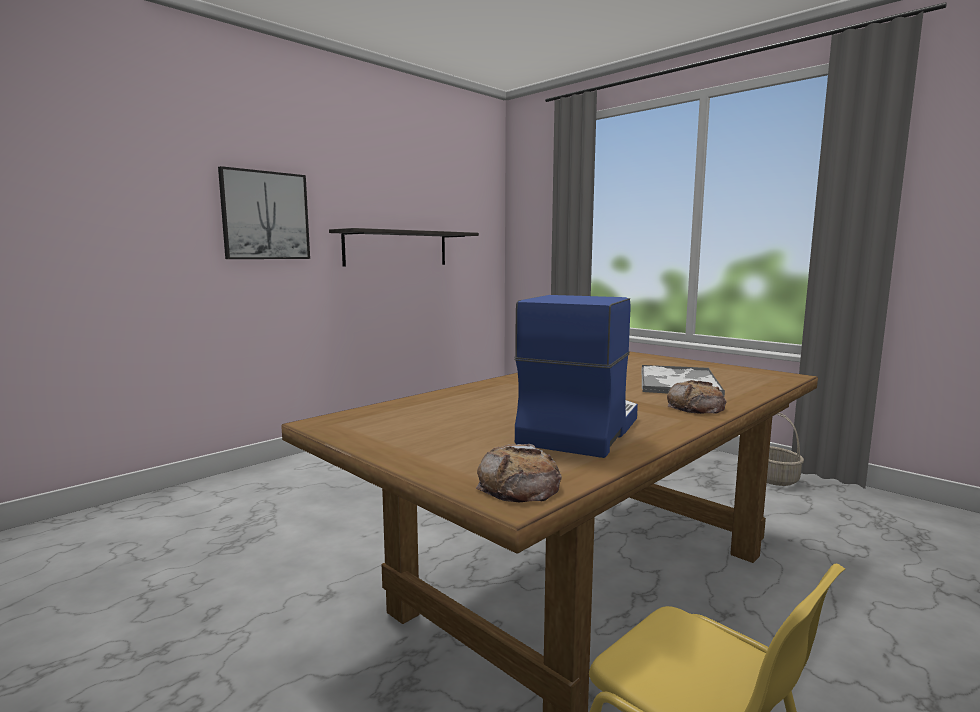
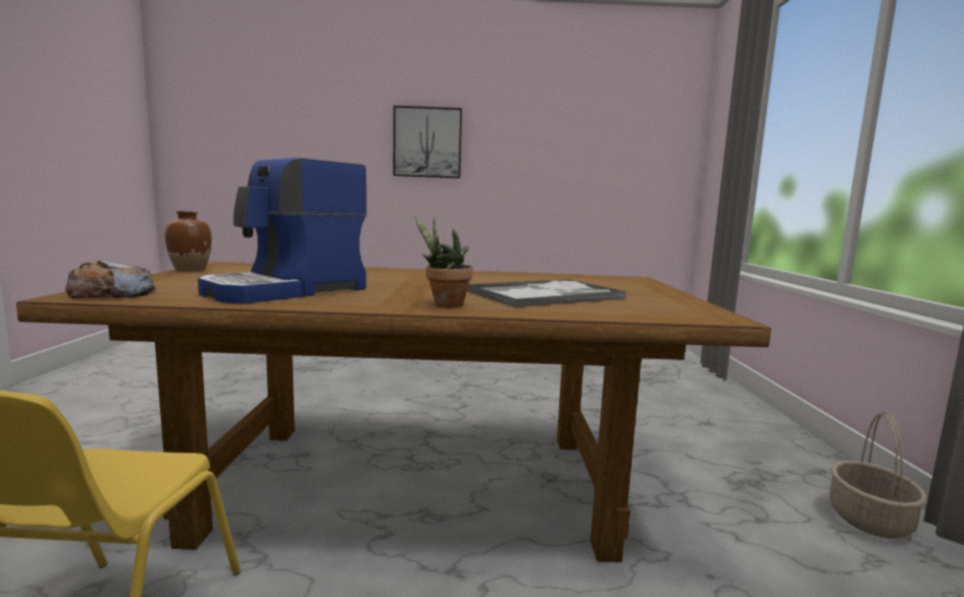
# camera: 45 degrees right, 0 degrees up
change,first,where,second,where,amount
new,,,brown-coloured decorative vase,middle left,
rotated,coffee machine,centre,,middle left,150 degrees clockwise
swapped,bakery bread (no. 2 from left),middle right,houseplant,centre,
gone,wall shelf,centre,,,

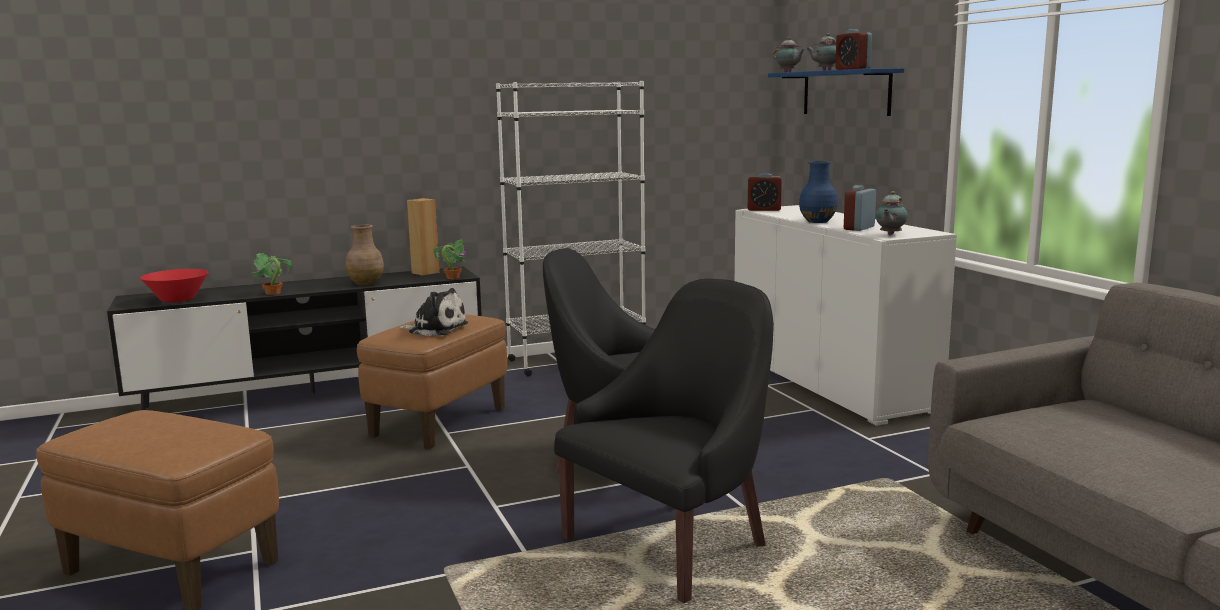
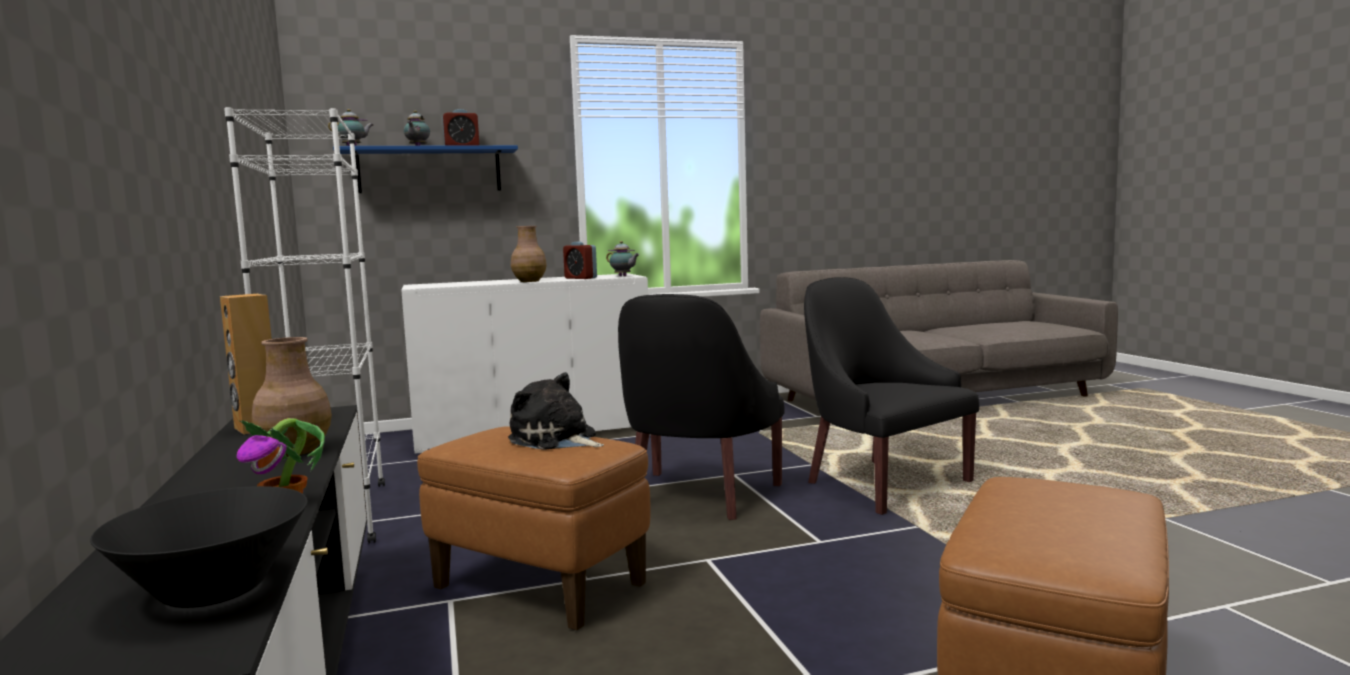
# camera: 85 degrees left, 5 degrees down
change,first,where,second,where,amount
repainted,red-coloured deep dish,middle left,black deep dish,bottom left,
rotated,cuddly toy,centre,,centre,75 degrees counterclockwise
repainted,bluish decorative vase,top right,brown-coloured decorative vase (no. 2 from left),centre,
gone,houseplant (no. 2 from left),centre,,,
gone,alarm clock (no. 1 from left),top centre,,,

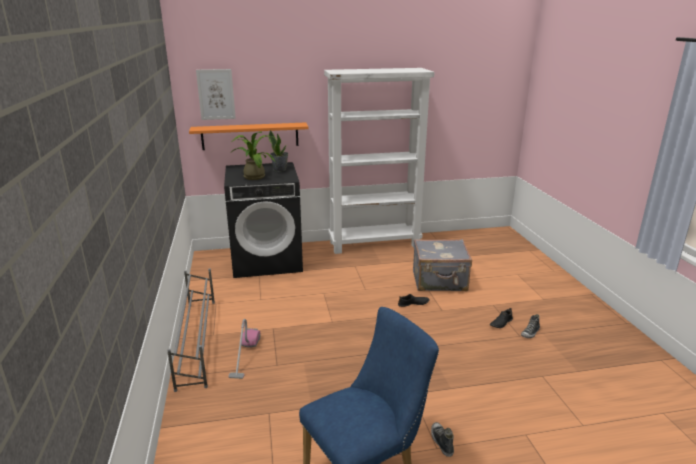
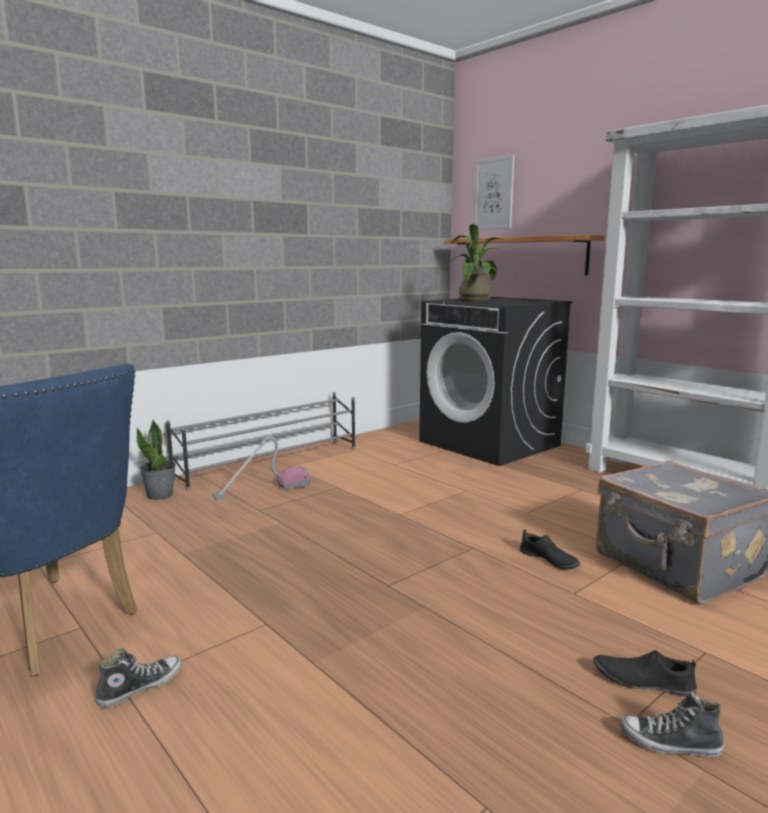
# camera: 60 degrees right, 10 degrees down
change,first,where,second,where,amount
shifted,houseplant (no. 2 from left in the first image),top centre,houseplant (no. 1 from left),middle left,

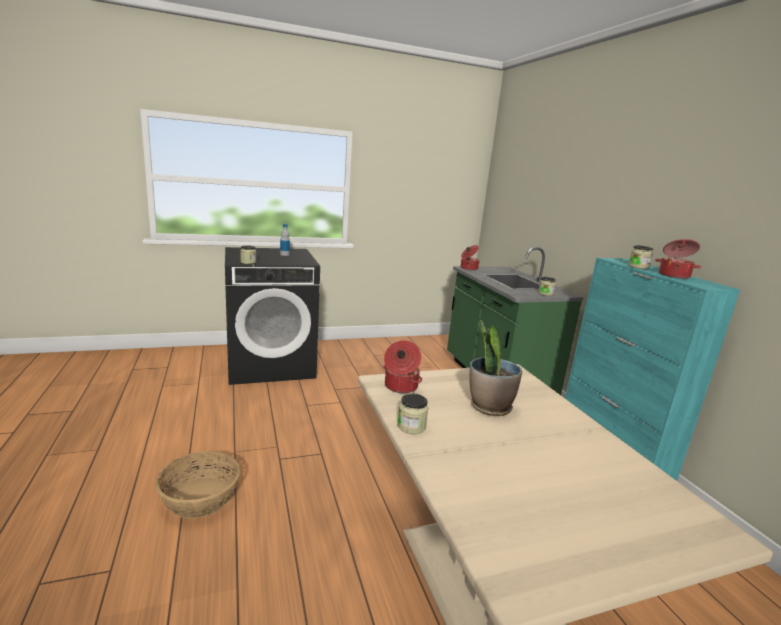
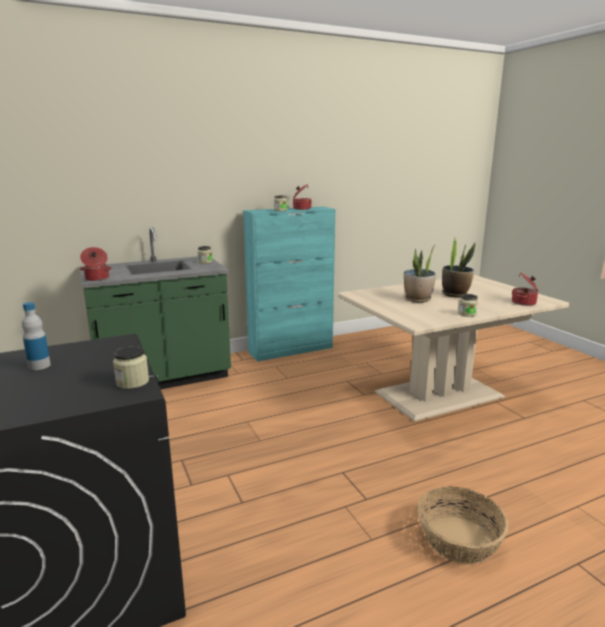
# camera: 95 degrees left, 0 degrees up
change,first,where,second,where,amount
new,,,houseplant (no. 2 from left),middle right,
shifted,cooking pot (no. 1 from left in the first image),centre,cooking pot (no. 3 from left),middle right,

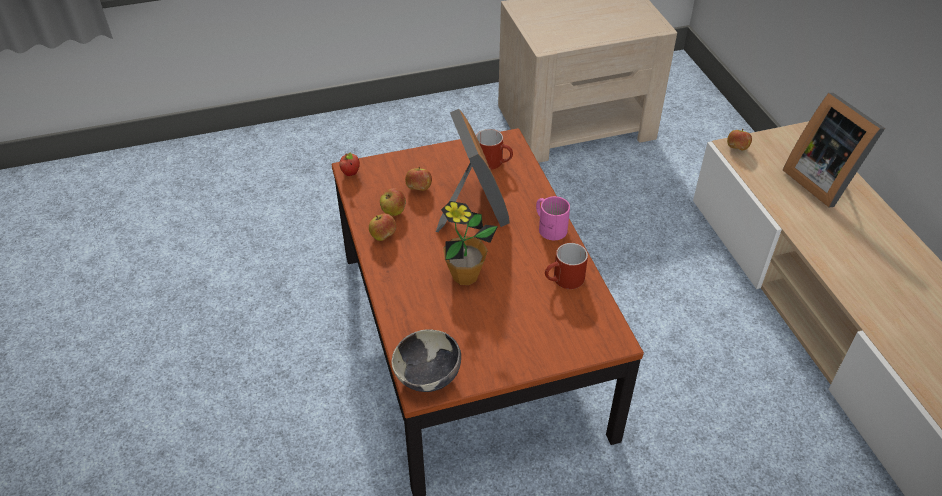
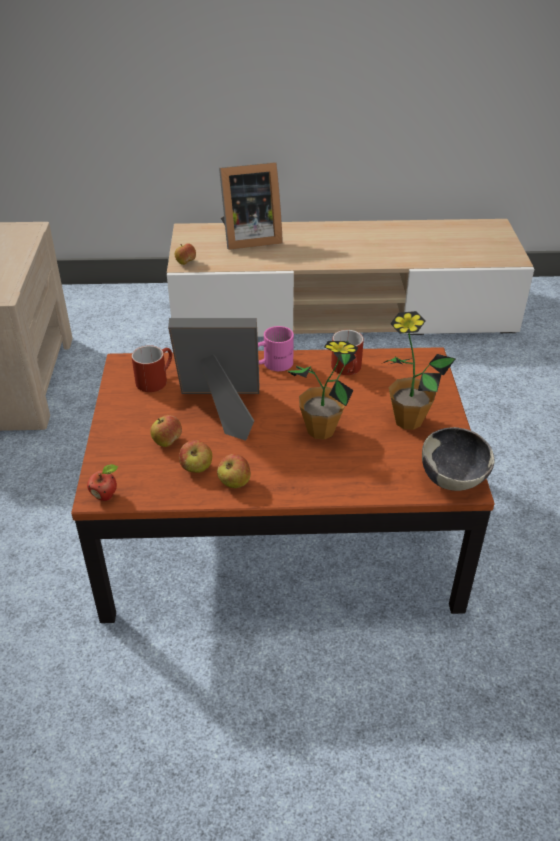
# camera: 75 degrees left, 5 degrees down
change,first,where,second,where,amount
new,,,houseplant (no. 2 from left),middle right,

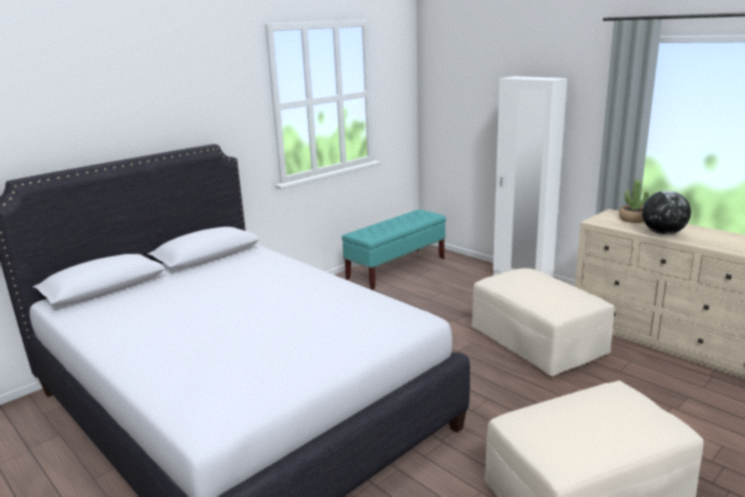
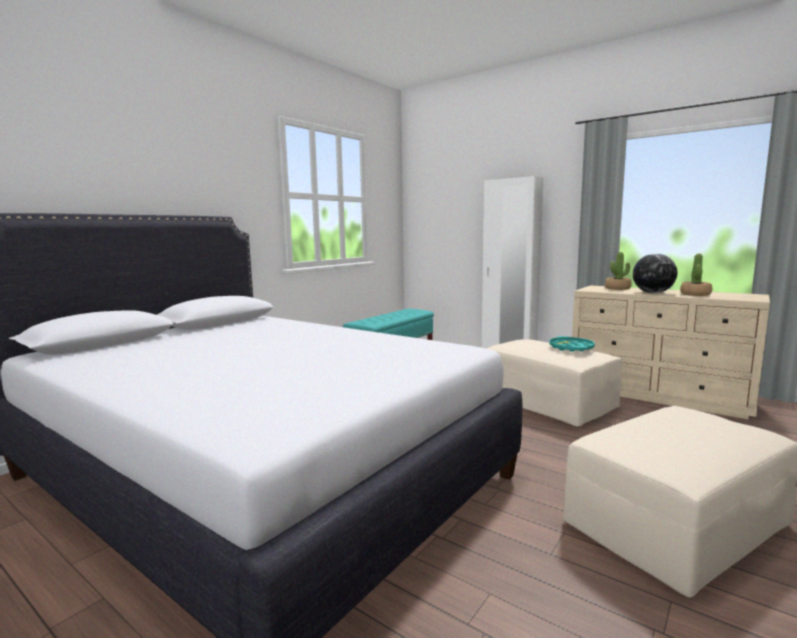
# camera: 10 degrees left, 10 degrees down
change,first,where,second,where,amount
new,,,blue-green tray,middle right,
new,,,houseplant (no. 2 from left),middle right,

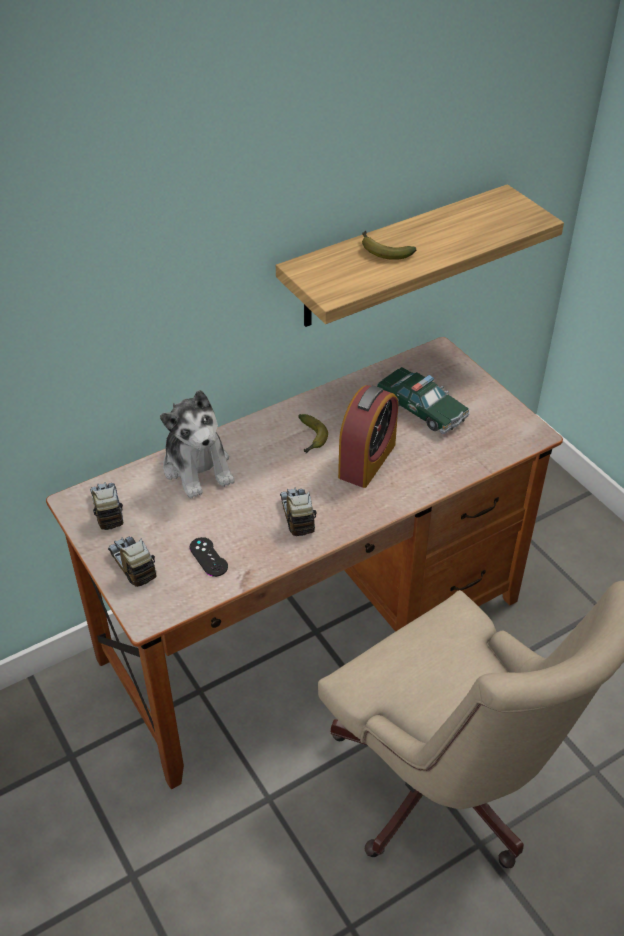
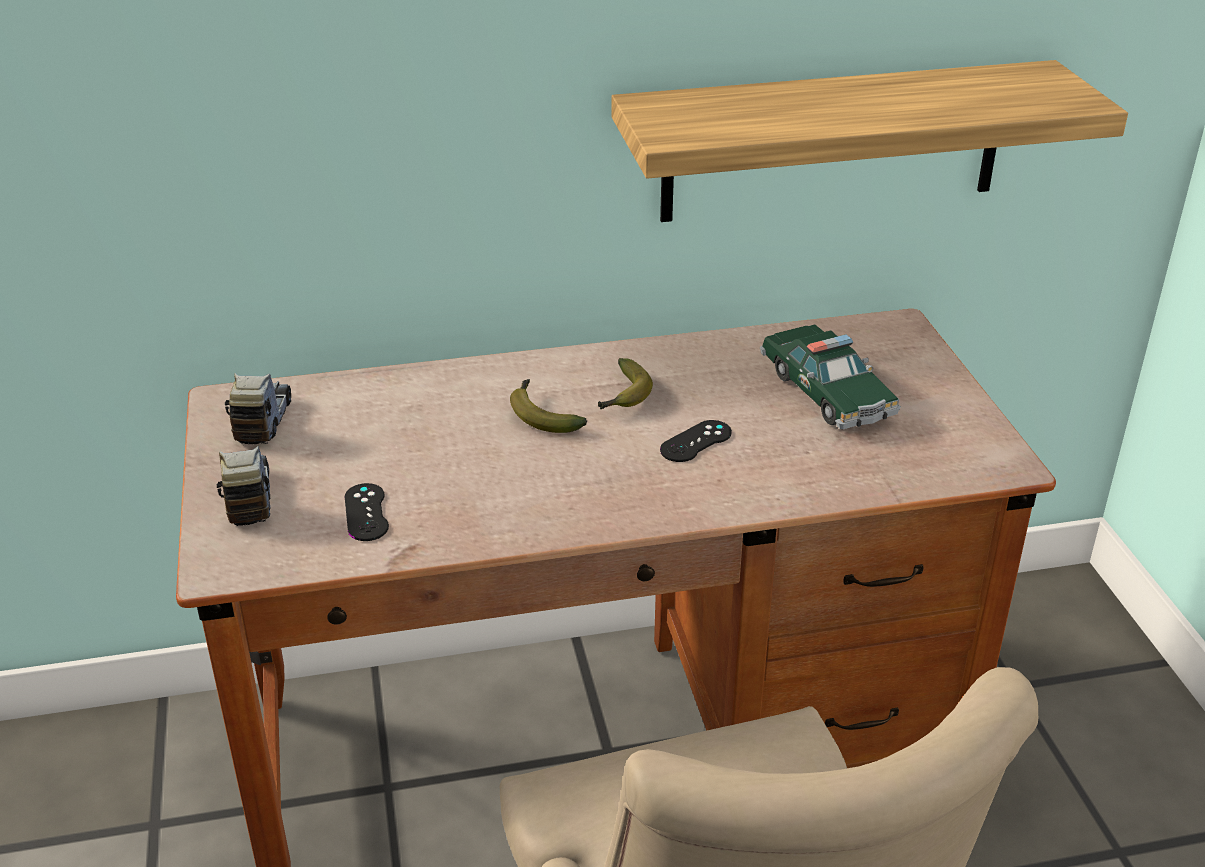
# camera: 20 degrees right, 10 degrees down
change,first,where,second,where,amount
shifted,banana (no. 2 from left in the first image),top centre,banana (no. 1 from left),centre,
swapped,alarm clock,centre,black gamepad (no. 2 from left),centre,
gone,cuddly toy,middle left,,,
gone,model truck (no. 3 from left),centre,,,

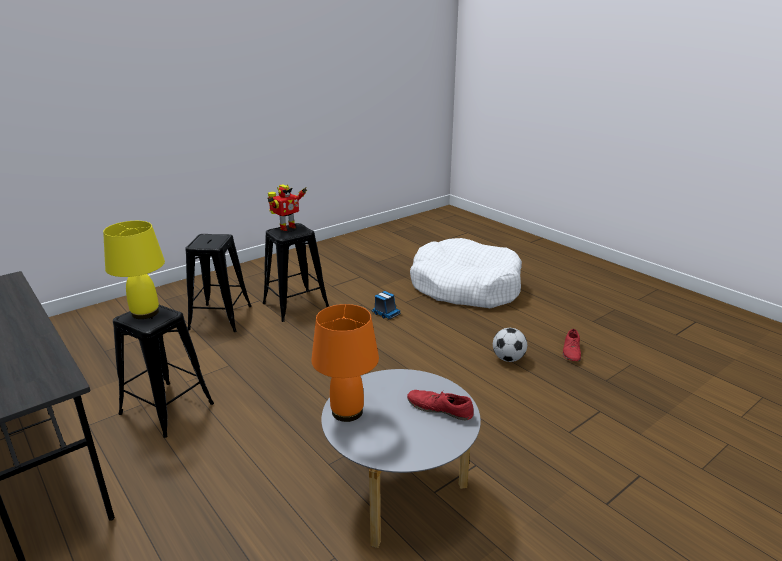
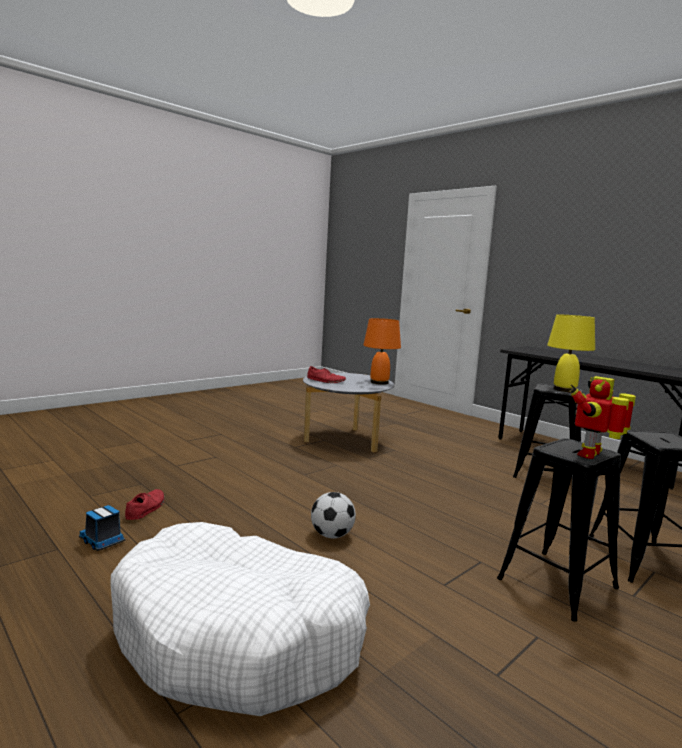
# camera: 175 degrees right, 15 degrees down
change,first,where,second,where,amount
shifted,model truck,centre,,bottom left,
shifted,football,centre,,bottom centre,

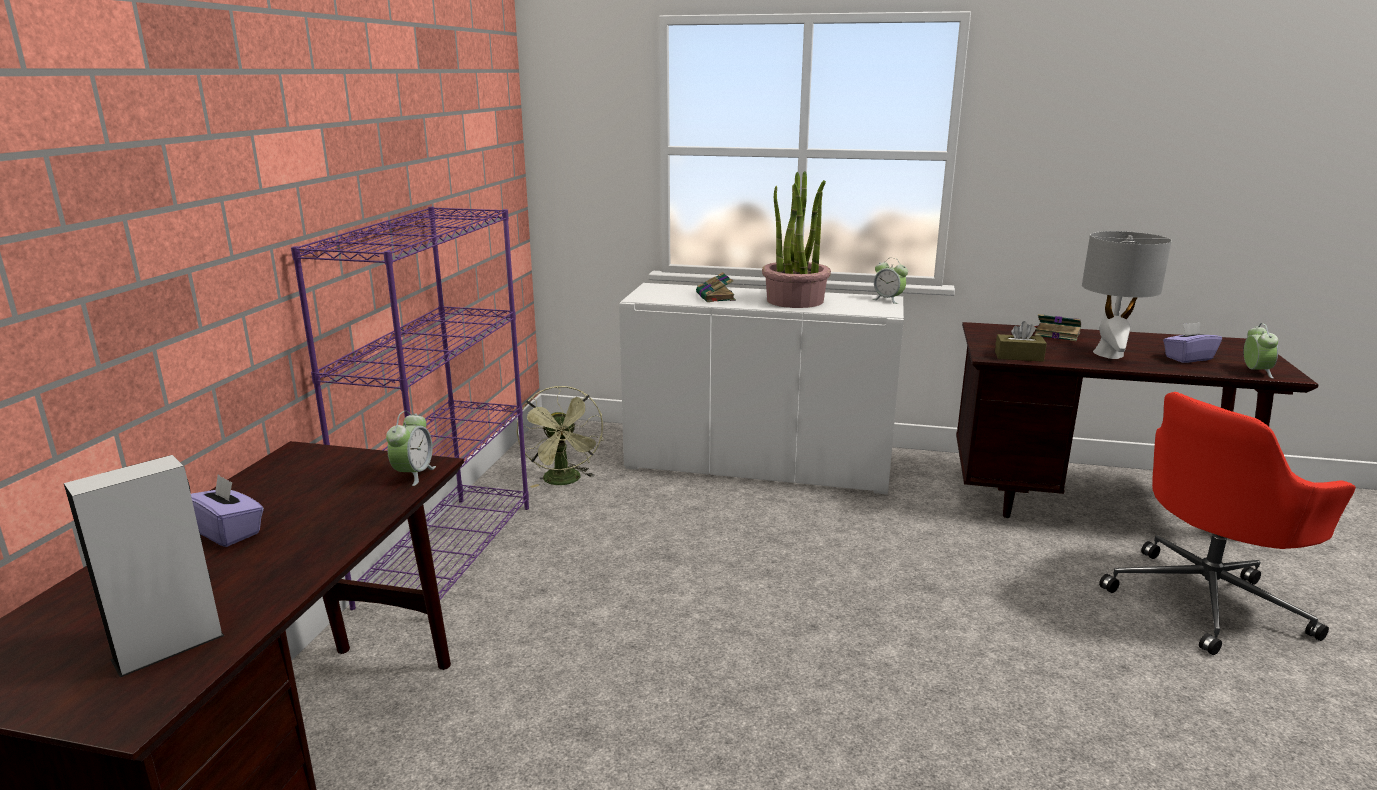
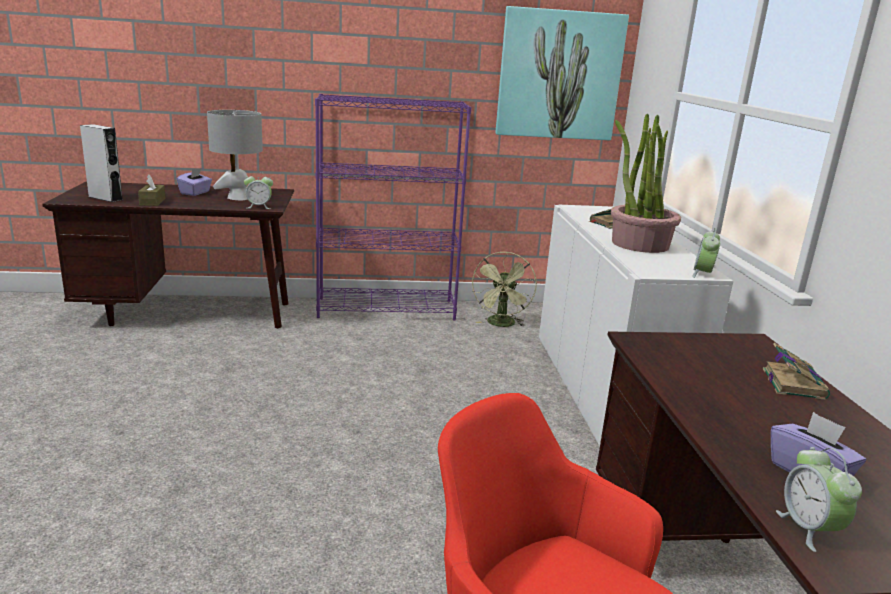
# camera: 70 degrees right, 0 degrees up
change,first,where,second,where,amount
shifted,brown-coloured tissue box,middle right,,top left,
shifted,grey lamp for a table,middle right,,top left,
rotated,green-coloured electric fan,centre,,centre,45 degrees counterclockwise
new,,,wall art,top centre,
rotated,alarm clock (no. 3 from left),middle right,,bottom right,90 degrees clockwise

